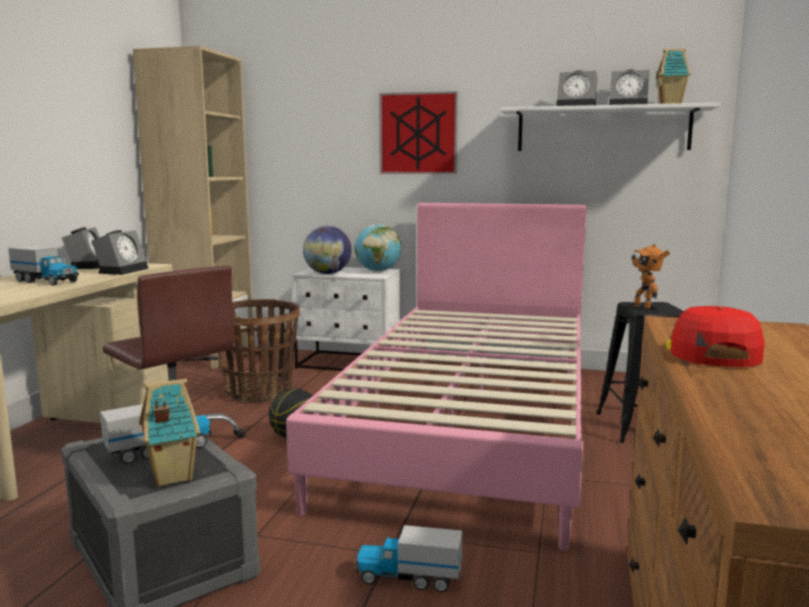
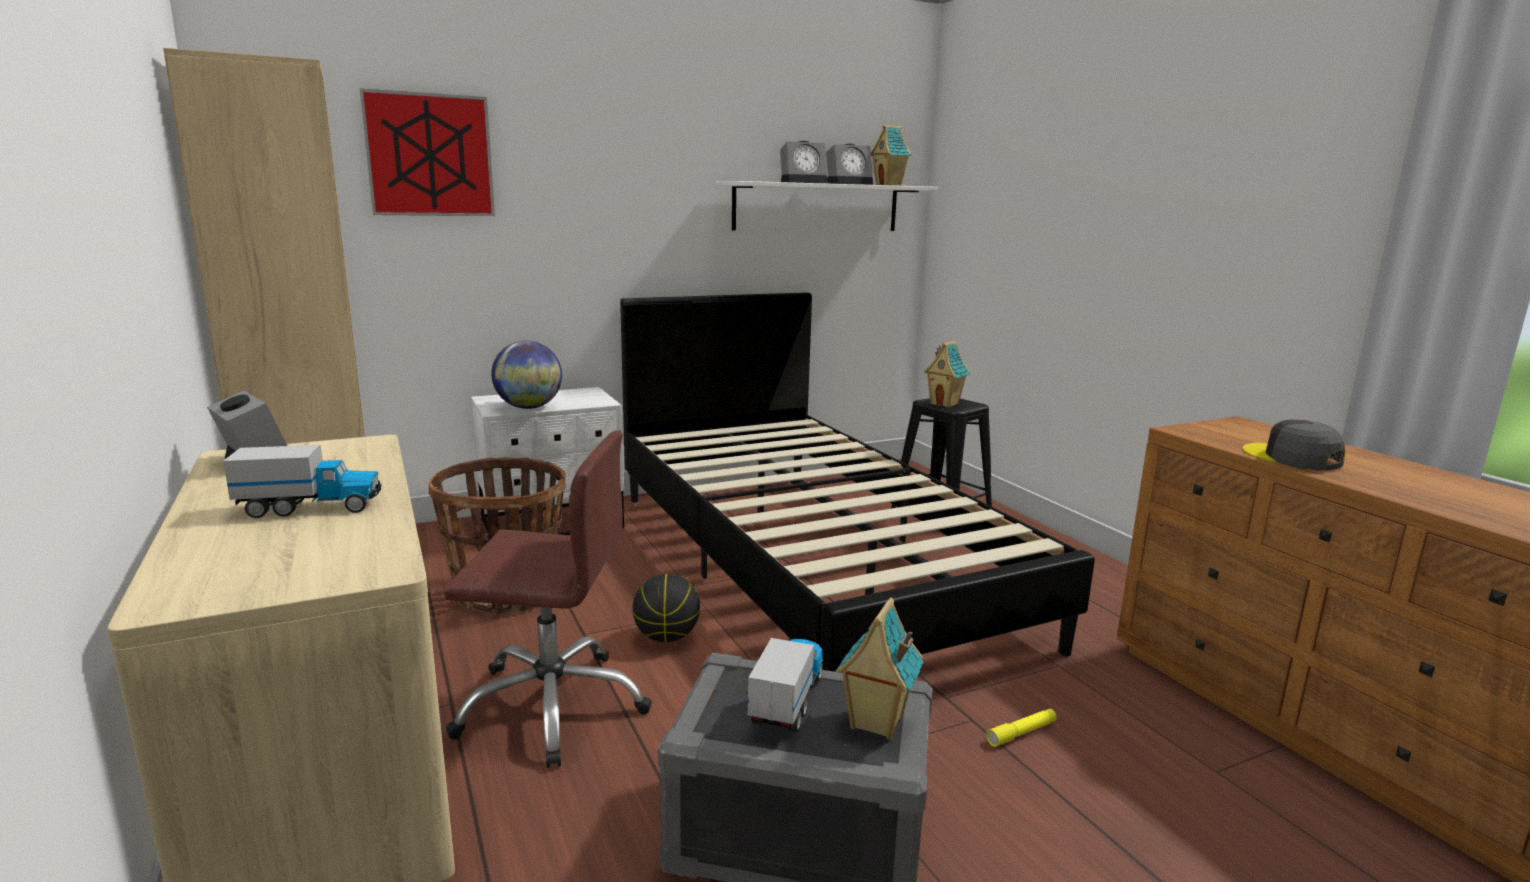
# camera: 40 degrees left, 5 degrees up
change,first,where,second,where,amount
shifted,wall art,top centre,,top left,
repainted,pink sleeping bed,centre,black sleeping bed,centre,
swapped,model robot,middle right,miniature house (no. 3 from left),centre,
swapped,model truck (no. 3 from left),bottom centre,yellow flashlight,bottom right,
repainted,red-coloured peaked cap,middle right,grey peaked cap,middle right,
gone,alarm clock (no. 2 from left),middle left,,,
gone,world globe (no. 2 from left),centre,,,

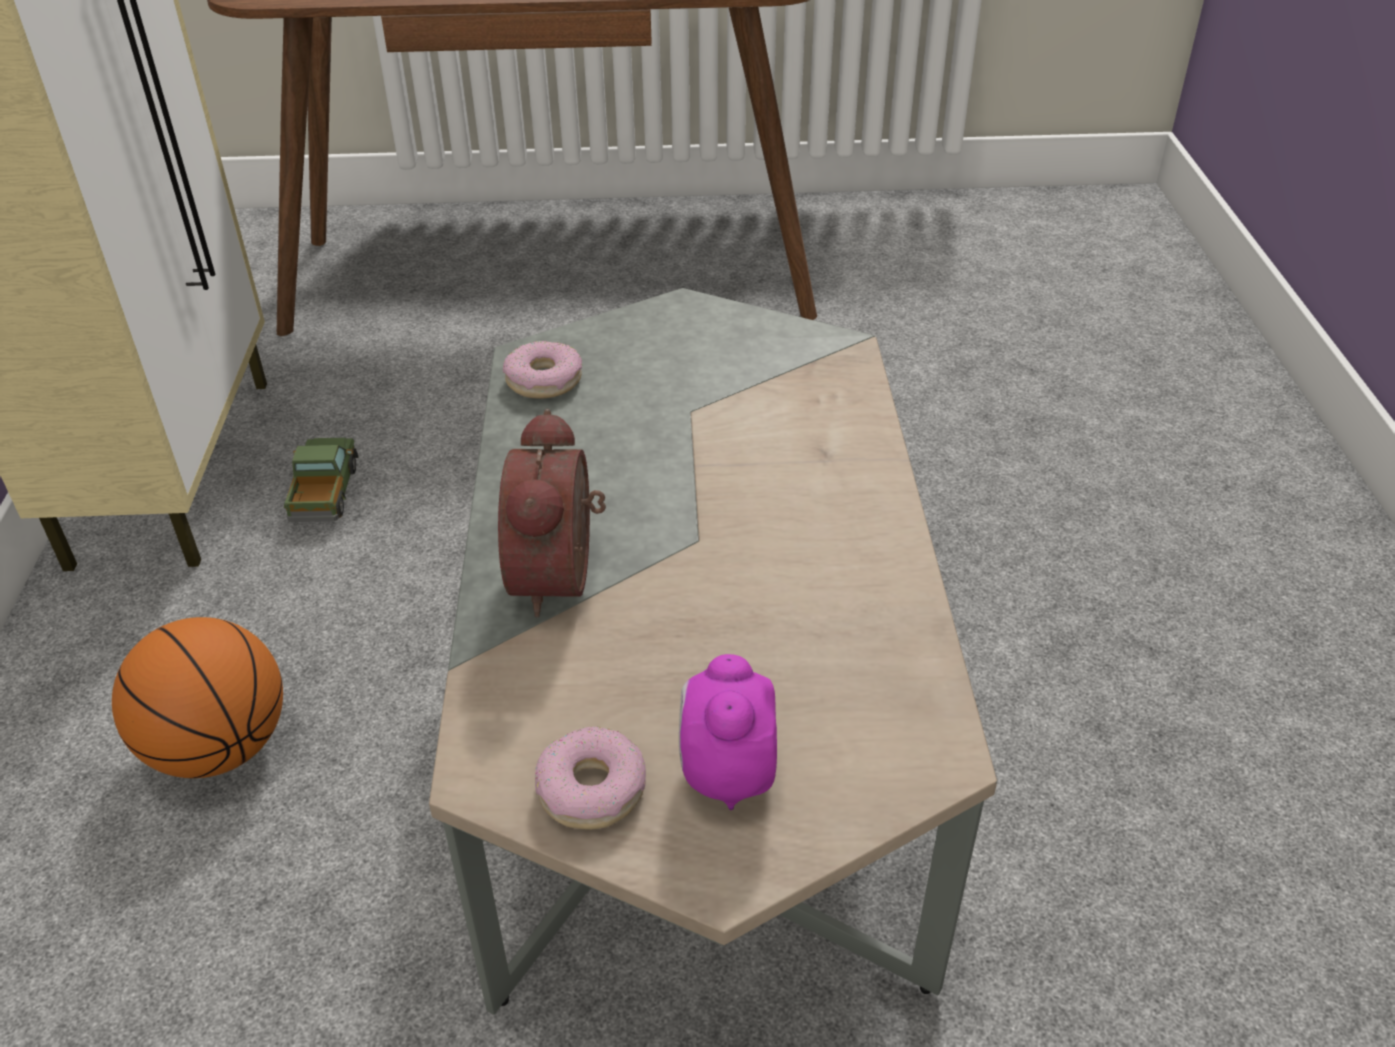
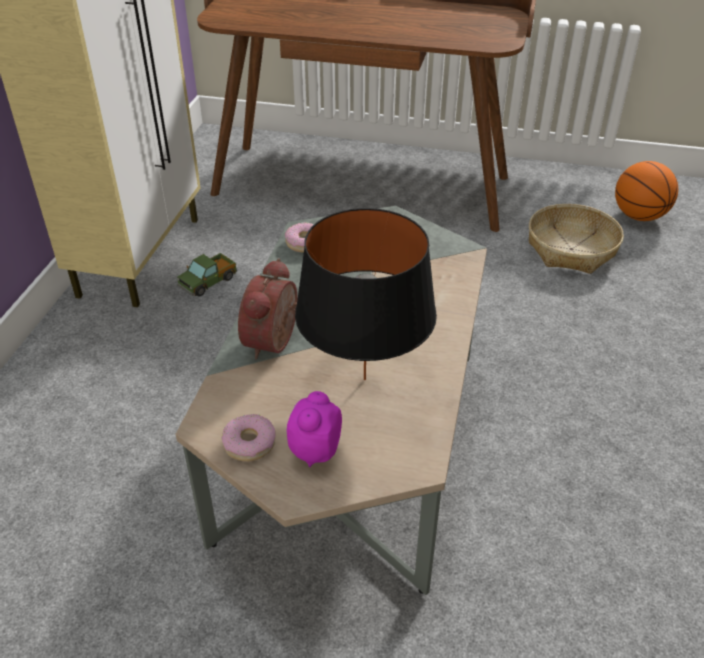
# camera: 15 degrees right, 0 degrees up
change,first,where,second,where,amount
rotated,model truck,middle left,,middle left,150 degrees counterclockwise
new,,,black lamp for a table,centre,
new,,,storage basket,middle right,
shifted,basketball,middle left,,top right,

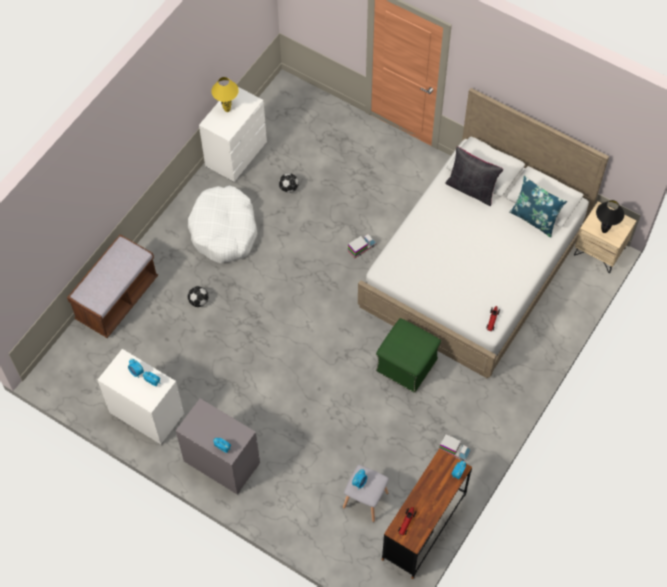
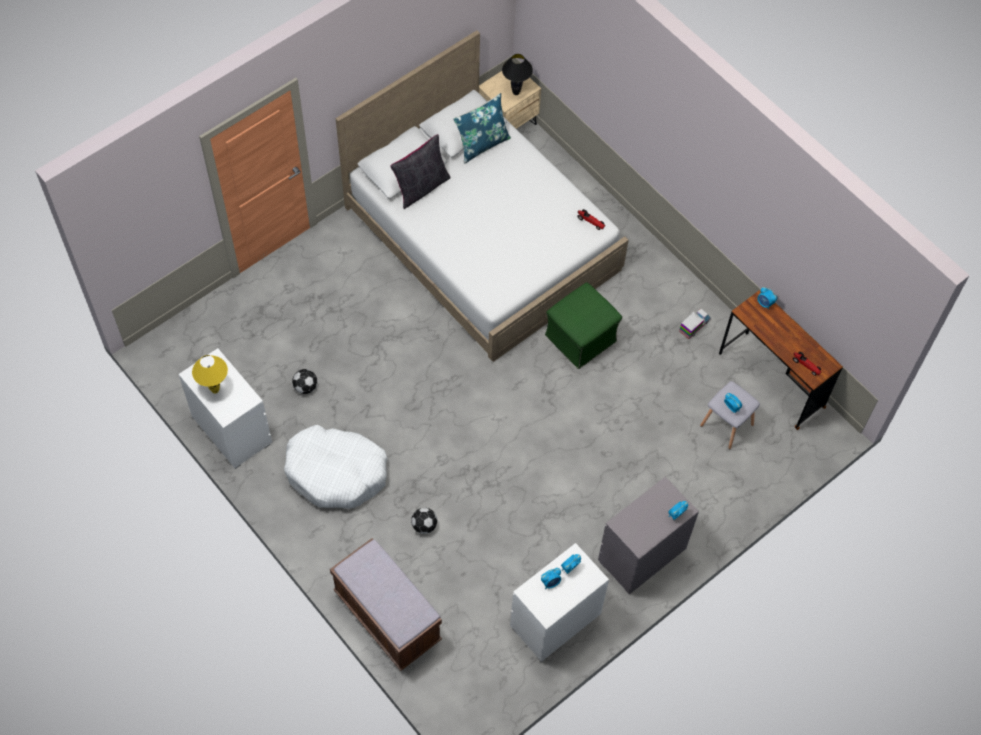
# camera: 75 degrees left, 0 degrees up
change,first,where,second,where,amount
gone,model truck (no. 1 from left),centre,,,

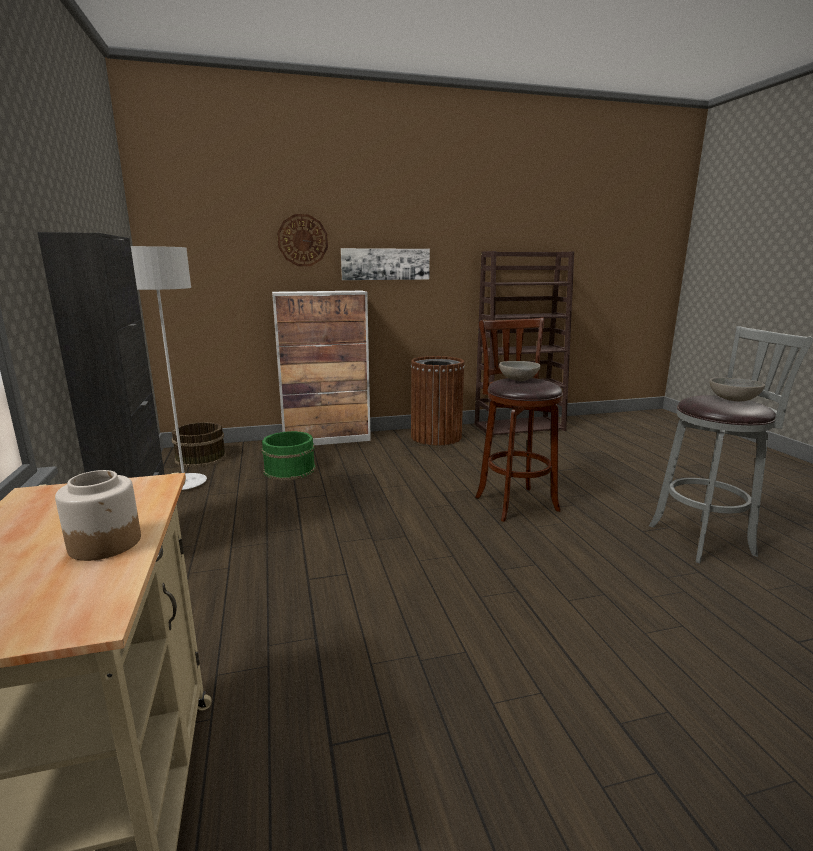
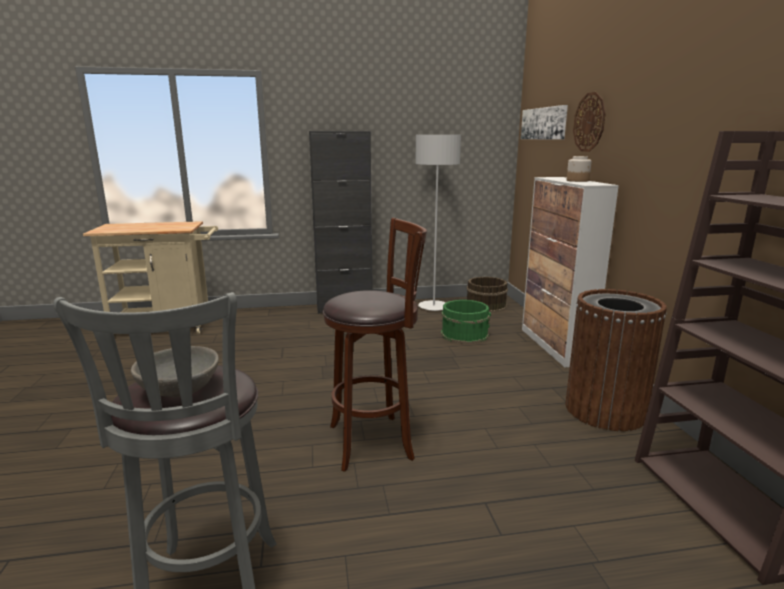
# camera: 95 degrees right, 0 degrees up
change,first,where,second,where,amount
shifted,wall art,top centre,,top right,
shifted,storage jar,middle left,,top right,
gone,grey deep dish (no. 1 from left),centre,,,

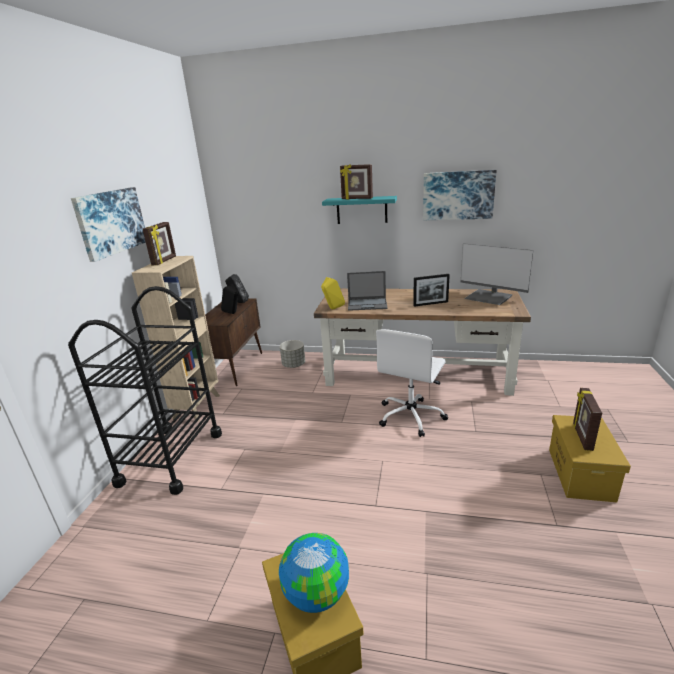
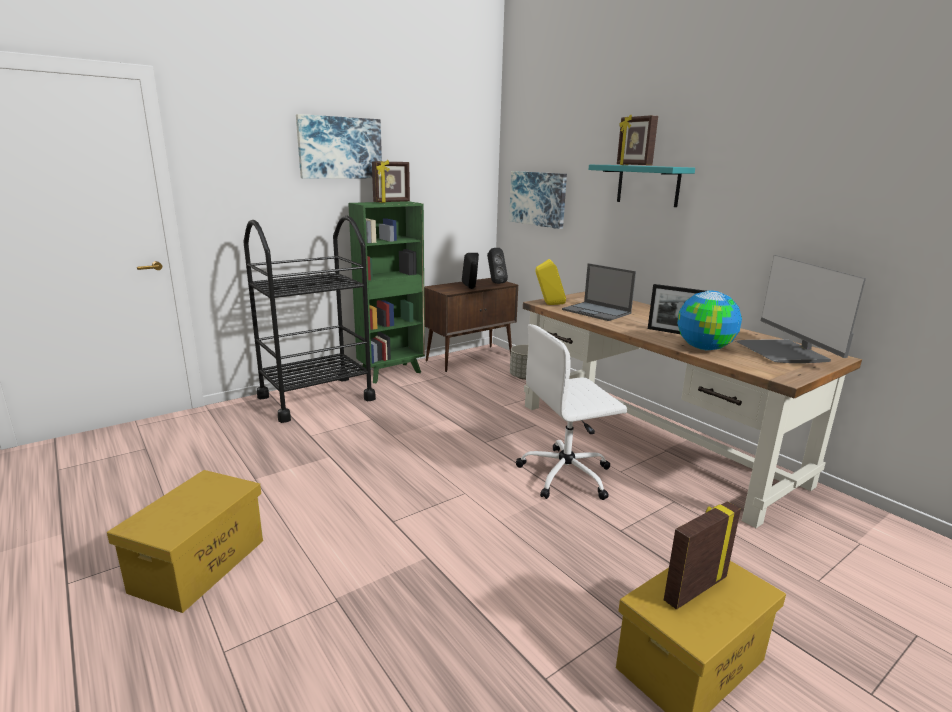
# camera: 40 degrees right, 5 degrees down
change,first,where,second,where,amount
repainted,beige-coloured bookshelf,middle left,green-coloured bookshelf,centre,
shifted,wall art (no. 2 from left),top right,,top centre,
shifted,world globe,bottom centre,,middle right,

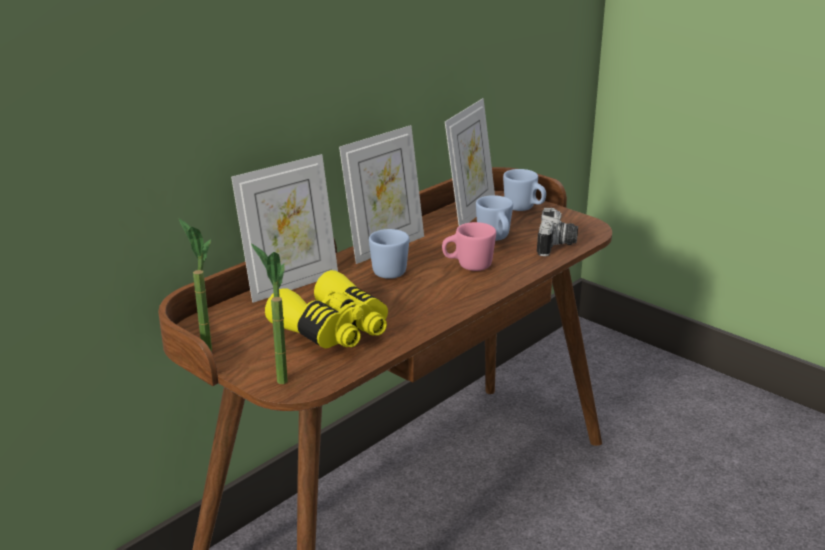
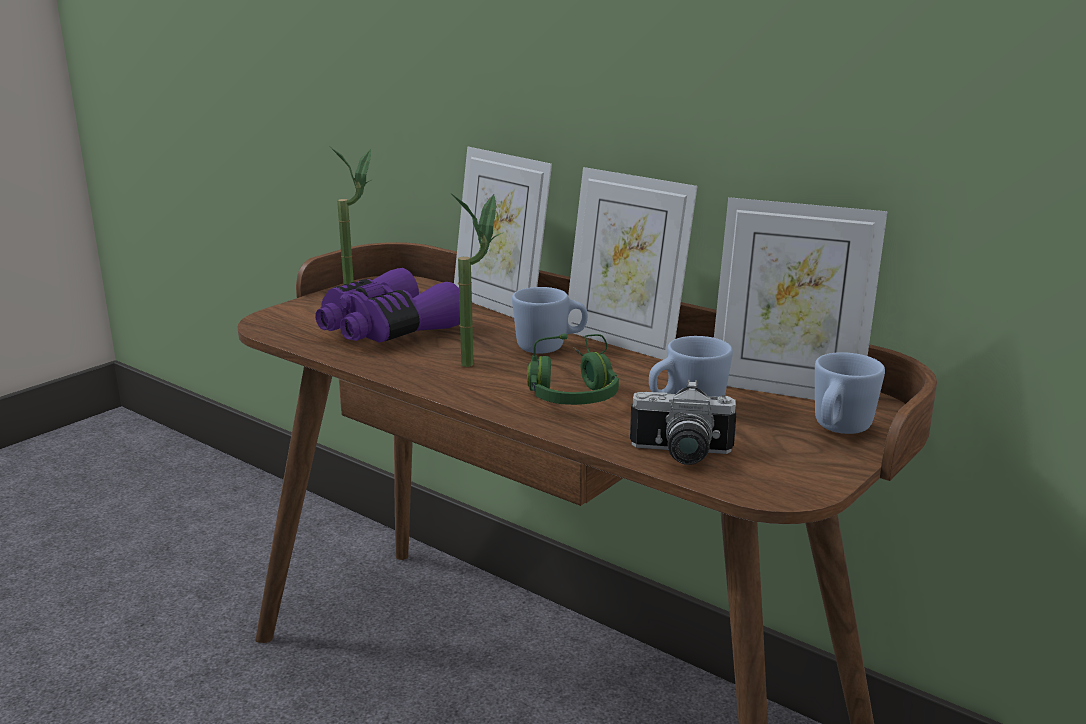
# camera: 85 degrees right, 5 degrees down
change,first,where,second,where,amount
repainted,yellow pair of binoculars,centre,purplish pair of binoculars,centre,
shifted,houseplant (no. 2 from left),middle left,,centre,
swapped,pink mug,centre,green-coloured headset,centre,

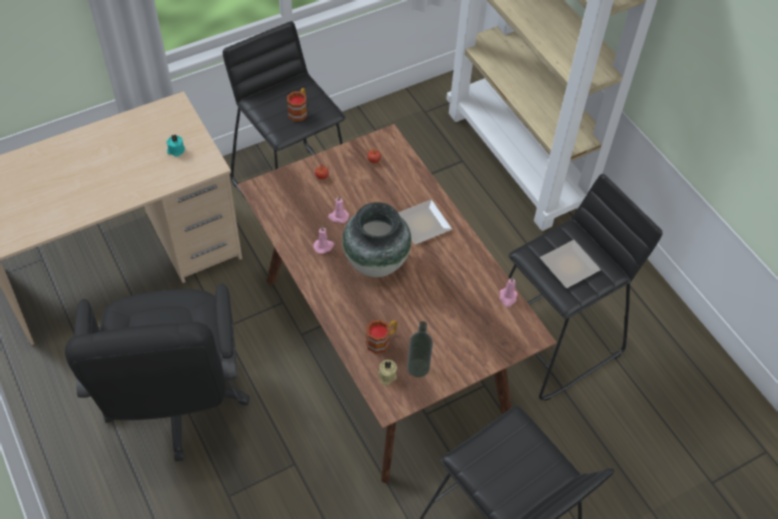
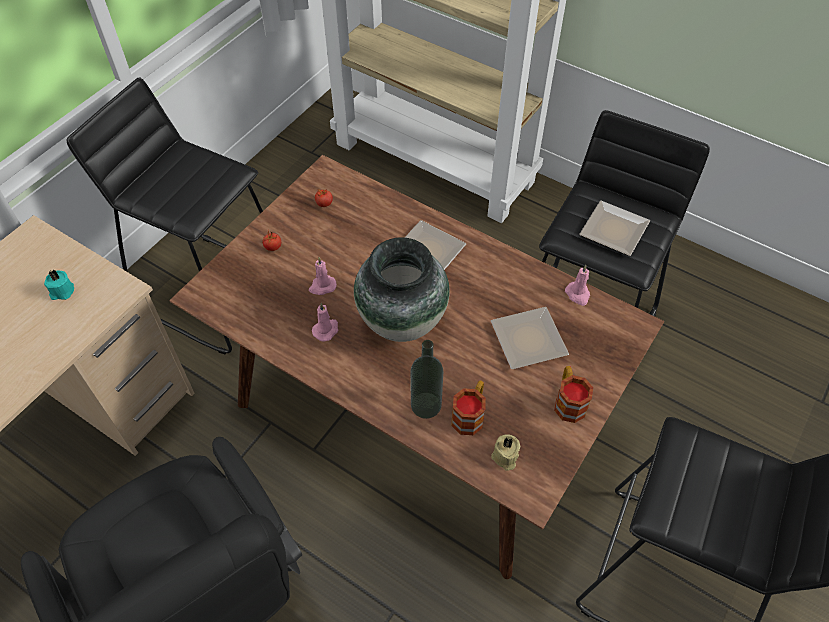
# camera: 25 degrees left, 0 degrees up
change,first,where,second,where,amount
shifted,drink bottle,bottom centre,,centre,
new,,,plate (no. 2 from left),centre,
shifted,mug (no. 1 from left in the first image),top centre,mug (no. 2 from left),middle right,

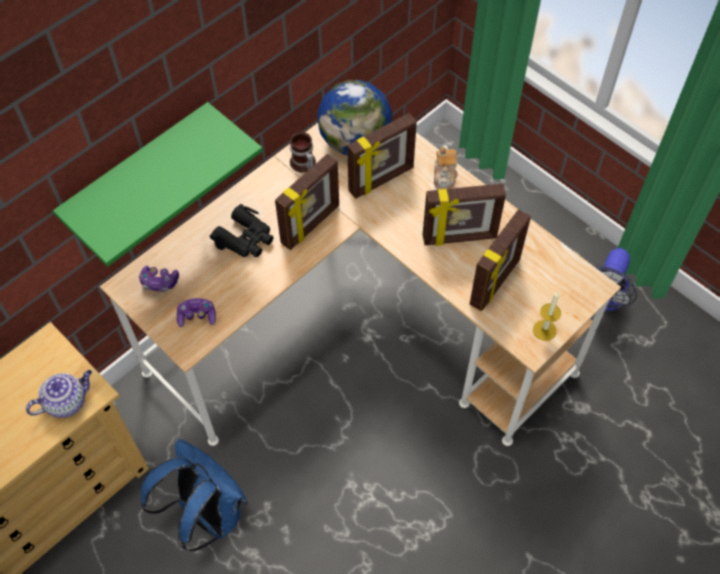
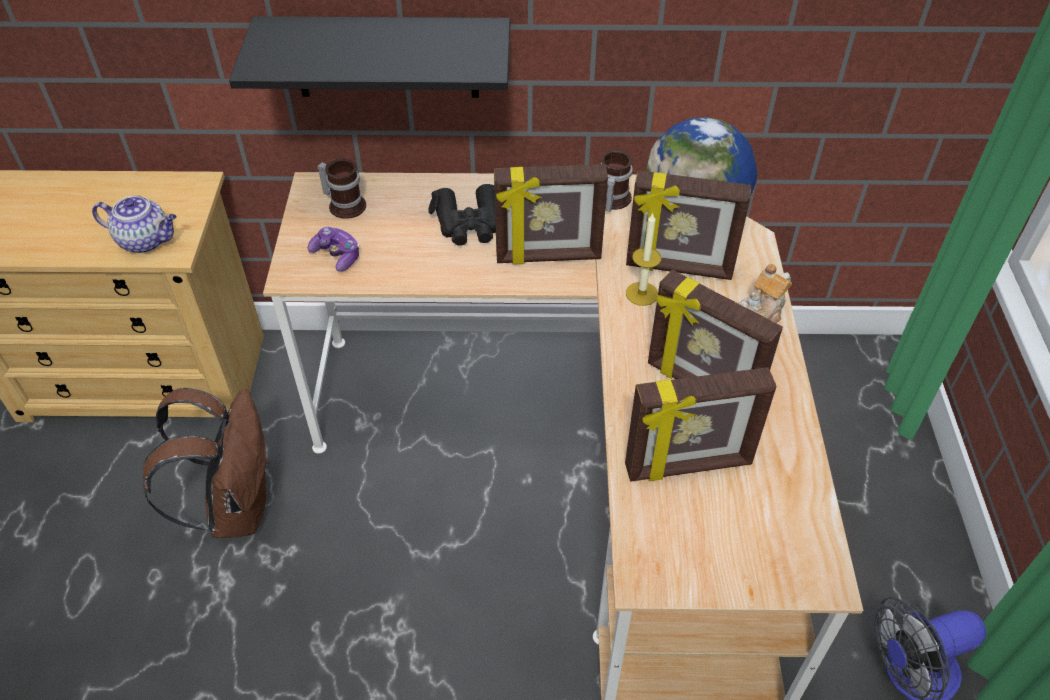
# camera: 45 degrees right, 10 degrees down
change,first,where,second,where,amount
repainted,bluish rucksack,bottom left,brown-coloured rucksack,middle left,
repainted,green-coloured wall shelf,top left,black wall shelf,top centre,
swapped,gamepad (no. 1 from left),middle left,mug (no. 1 from left),top left,
shifted,wax light,middle right,,centre,

